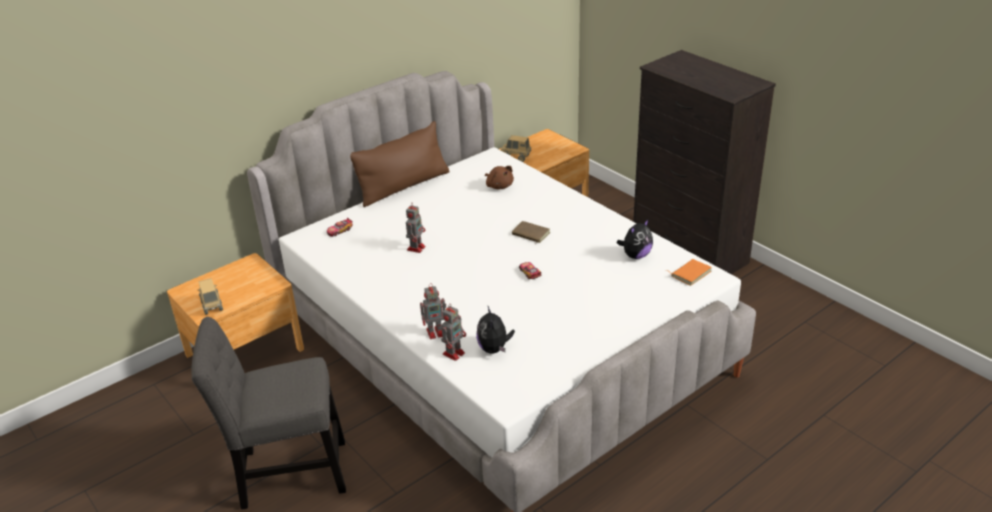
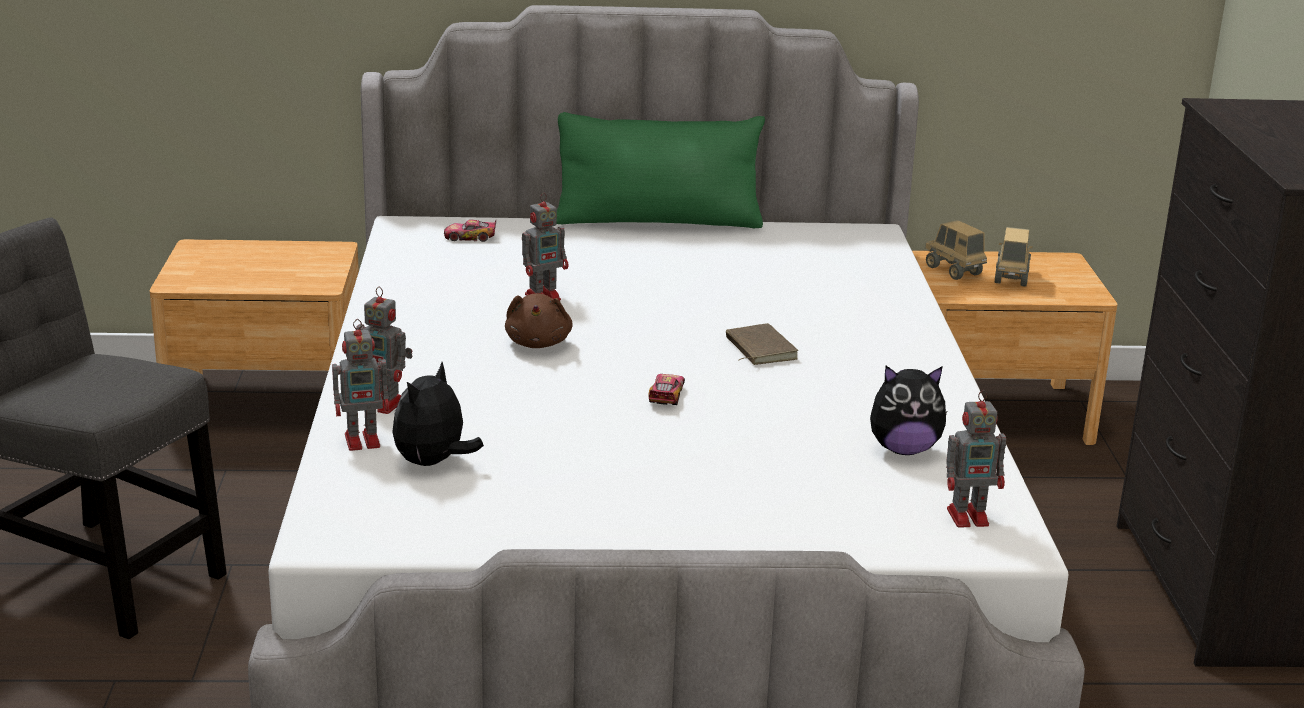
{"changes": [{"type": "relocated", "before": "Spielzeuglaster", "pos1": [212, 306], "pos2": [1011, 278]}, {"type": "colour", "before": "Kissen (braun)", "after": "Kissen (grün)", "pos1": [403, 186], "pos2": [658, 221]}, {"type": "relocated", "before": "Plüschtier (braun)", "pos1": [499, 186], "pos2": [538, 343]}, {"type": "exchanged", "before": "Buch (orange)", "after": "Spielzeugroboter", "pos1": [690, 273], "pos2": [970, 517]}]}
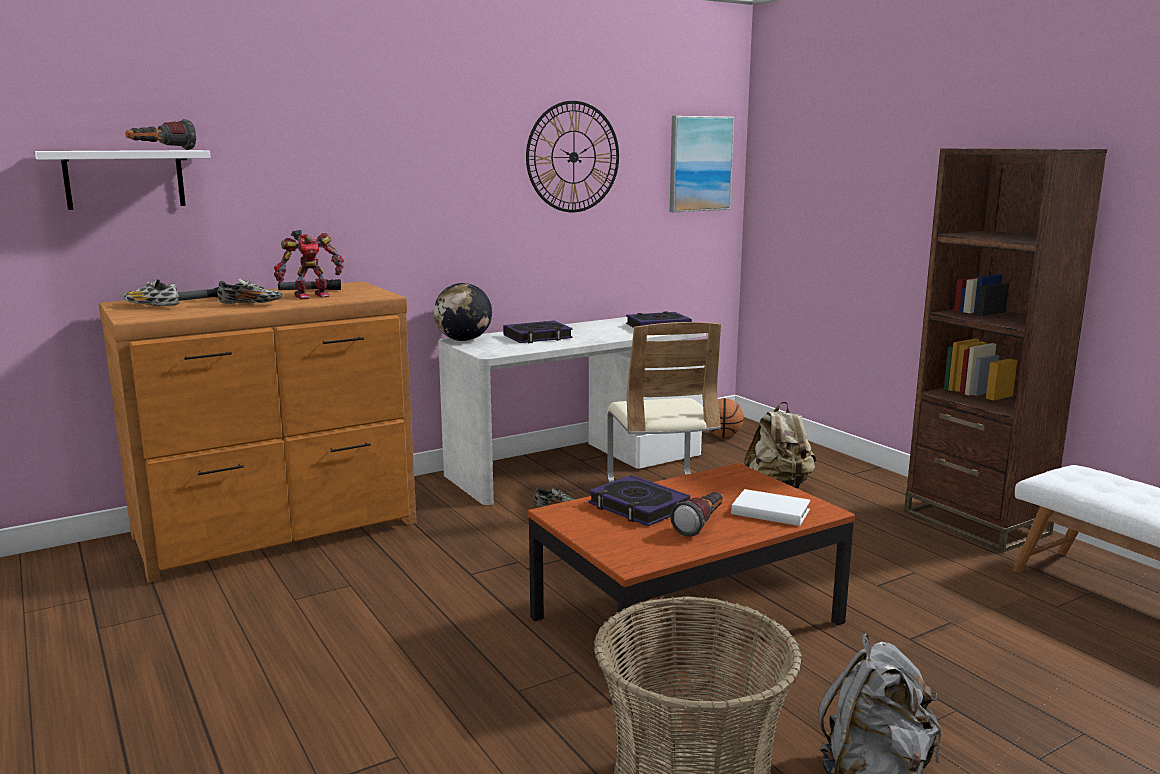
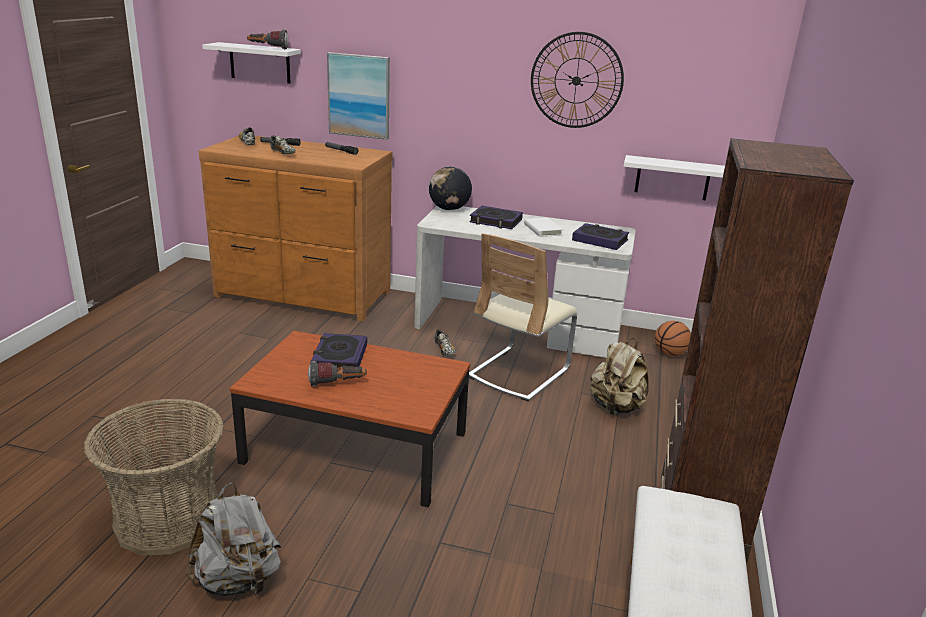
{"changes": [{"type": "missing", "before": "Spielzeugroboter", "pos1": [310, 296]}, {"type": "relocated", "before": "Bild", "pos1": [700, 164], "pos2": [359, 96]}, {"type": "relocated", "before": "Buch (weiß)", "pos1": [770, 512], "pos2": [542, 229]}, {"type": "appeared", "after": "Wandregal (weiß)", "pos2": [672, 178]}]}
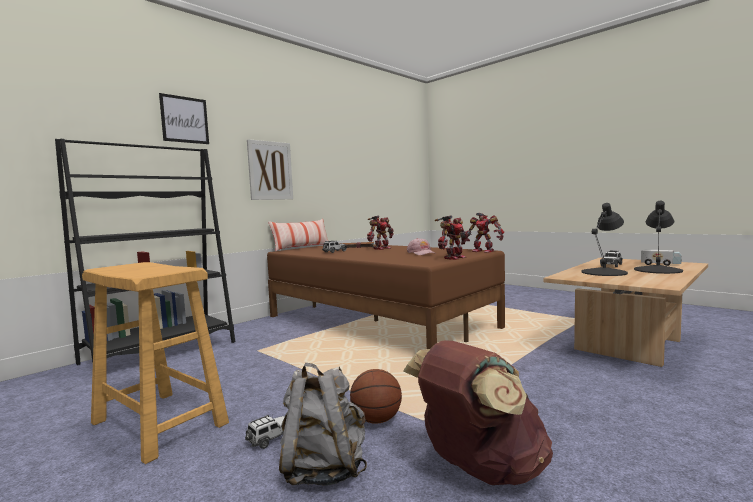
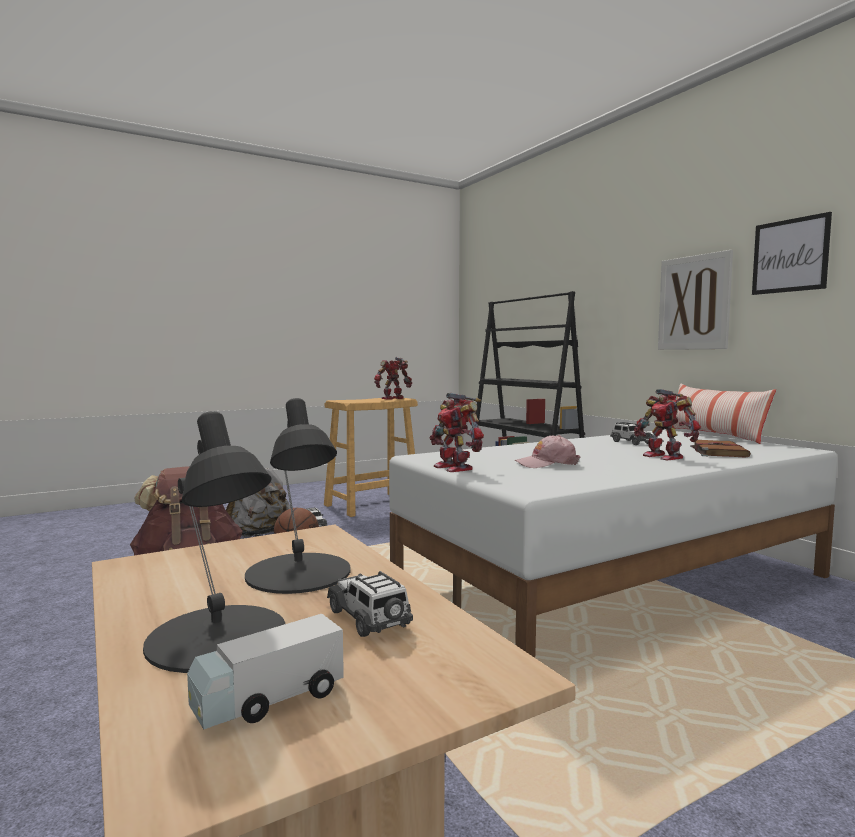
{"changes": [{"type": "relocated", "before": "Bild", "pos1": [184, 119], "pos2": [790, 255]}, {"type": "colour", "before": "Bett (braun)", "after": "Bett (weiß)", "pos1": [377, 321], "pos2": [617, 582]}, {"type": "relocated", "before": "Spielzeugroboter", "pos1": [483, 251], "pos2": [393, 398]}]}
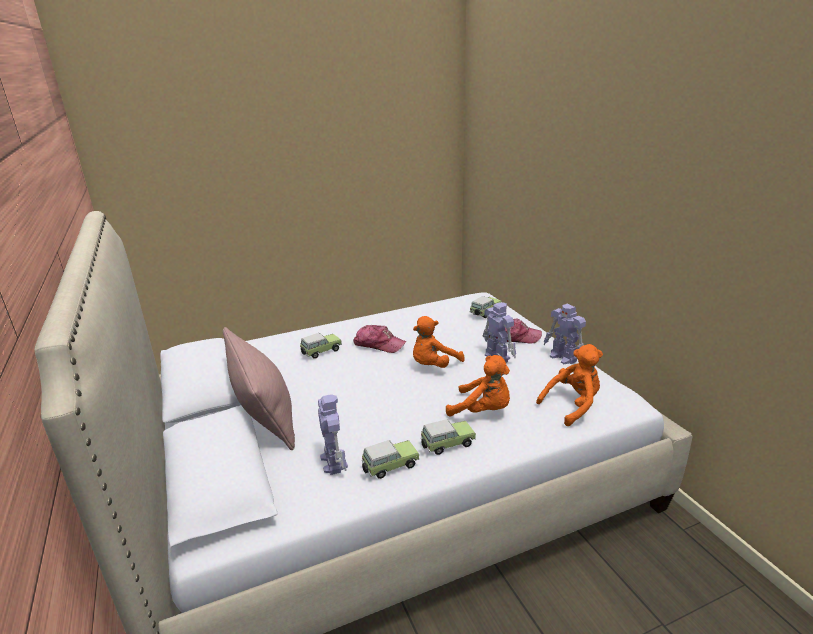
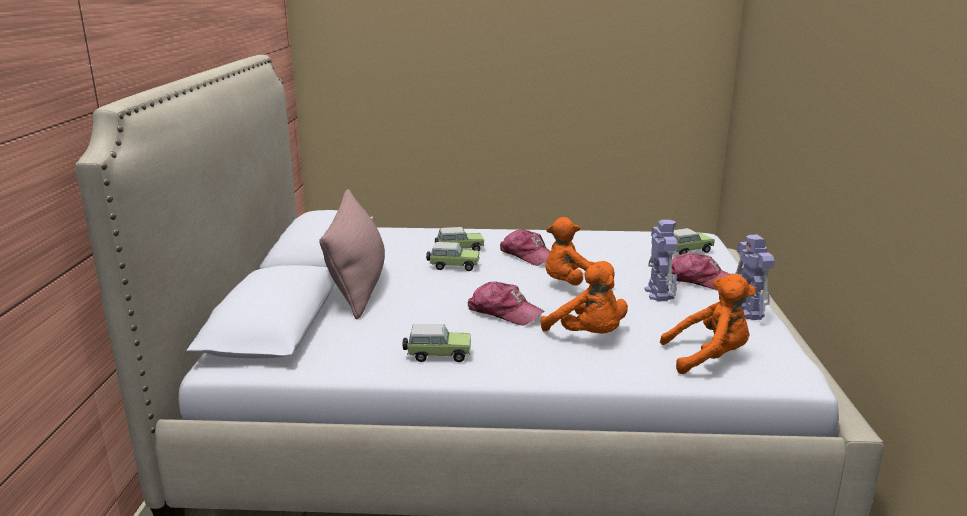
{"changes": [{"type": "missing", "before": "Spielzeugroboter", "pos1": [333, 461]}, {"type": "relocated", "before": "Spielzeugauto", "pos1": [446, 444], "pos2": [453, 266]}, {"type": "appeared", "after": "Kappe", "pos2": [504, 312]}]}
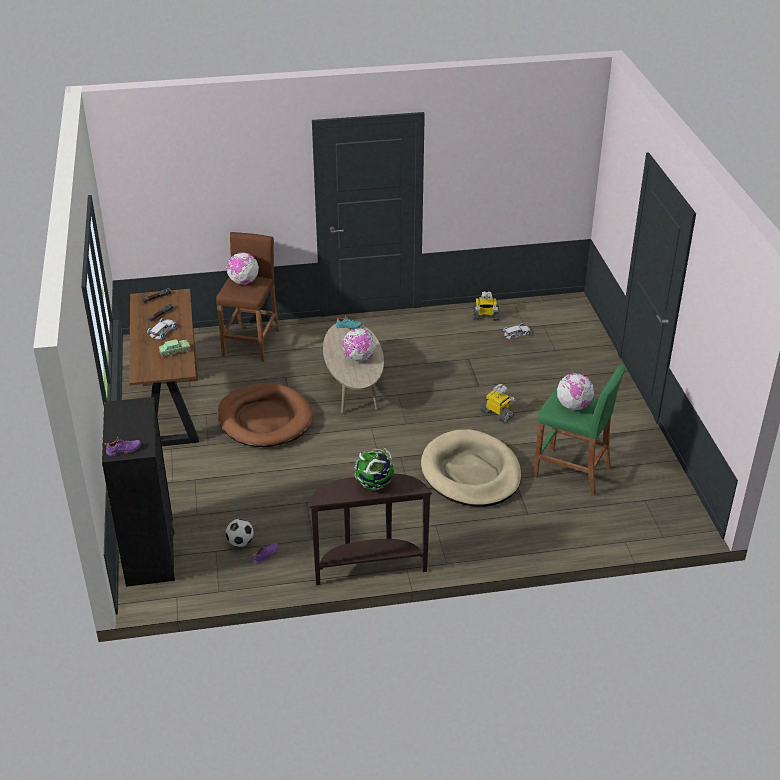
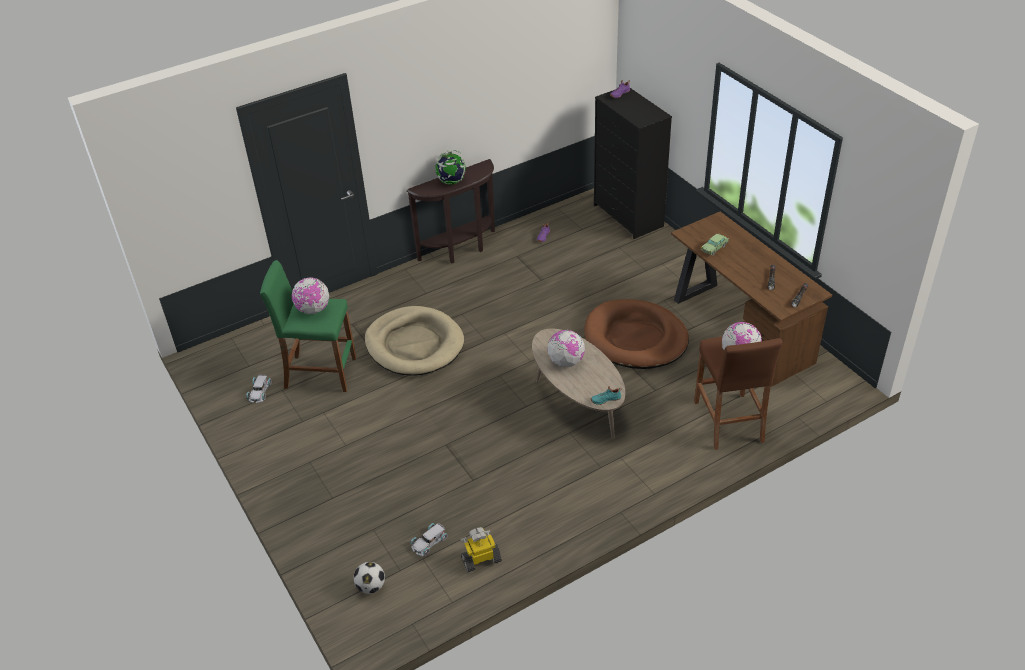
{"changes": [{"type": "relocated", "before": "Spielzeugauto (weiß)", "pos1": [163, 331], "pos2": [259, 391]}, {"type": "relocated", "before": "Fußball", "pos1": [240, 542], "pos2": [371, 586]}, {"type": "missing", "before": "Spielzeugroboter", "pos1": [497, 414]}]}
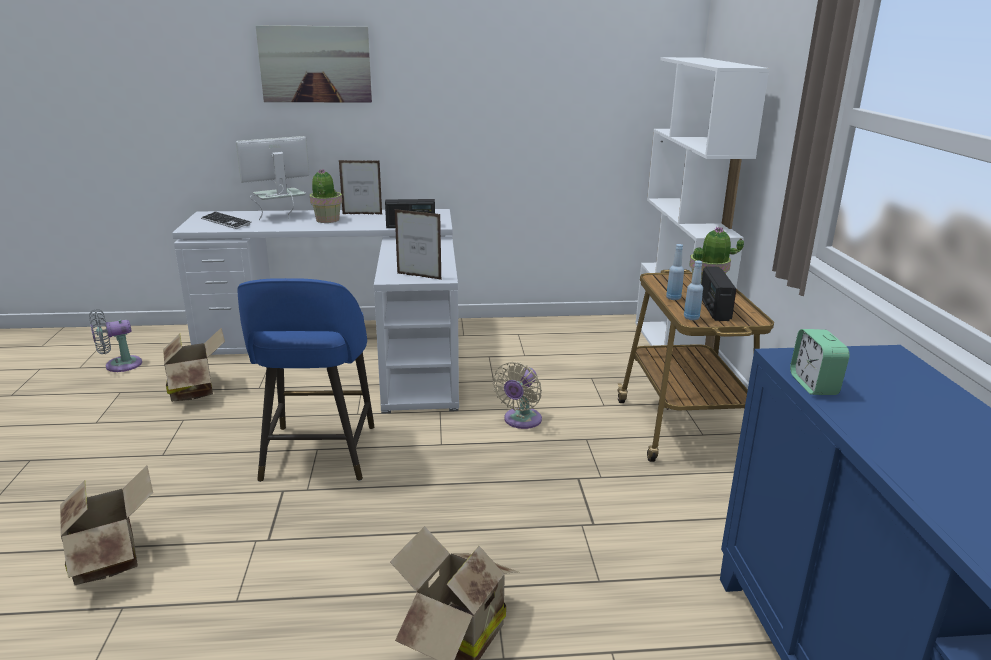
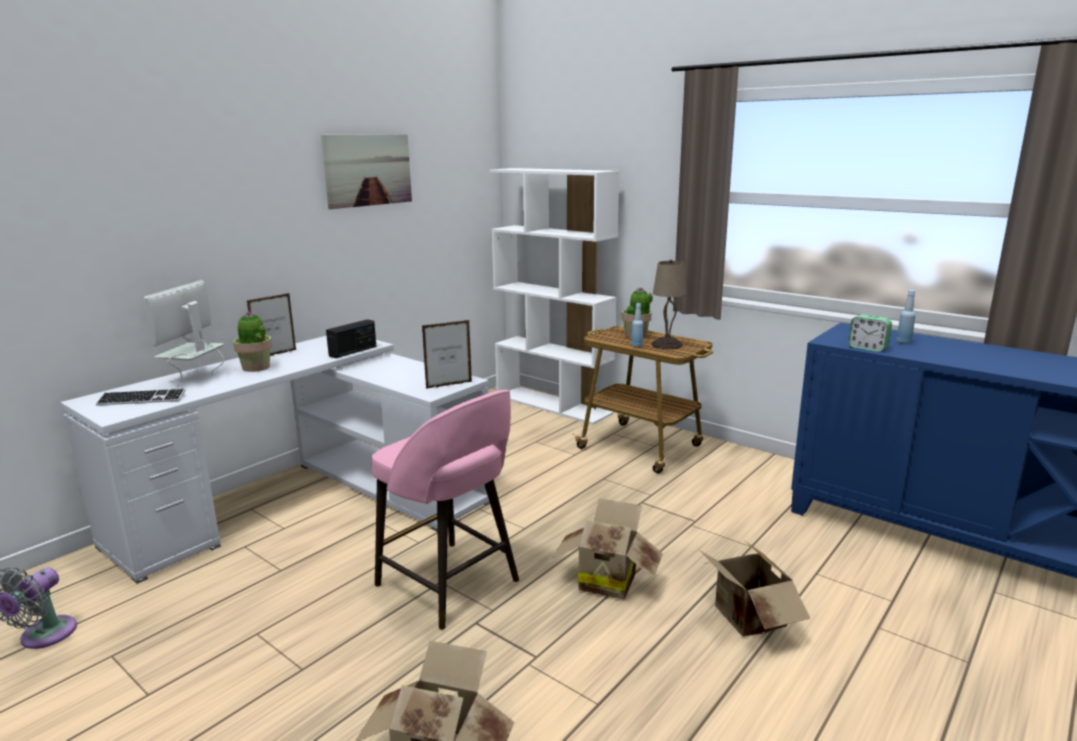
{"changes": [{"type": "relocated", "before": "Karton", "pos1": [196, 389], "pos2": [607, 580]}, {"type": "colour", "before": "Hocker (blau)", "after": "Hocker (rosa)", "pos1": [318, 455], "pos2": [450, 585]}, {"type": "relocated", "before": "Bild", "pos1": [315, 64], "pos2": [368, 170]}, {"type": "missing", "before": "Ventilator (beige)", "pos1": [520, 421]}, {"type": "relocated", "before": "Flasche (blau)", "pos1": [691, 318], "pos2": [903, 342]}, {"type": "exchanged", "before": "Radio", "after": "Tischlampe (beige)", "pos1": [714, 309], "pos2": [667, 344]}]}
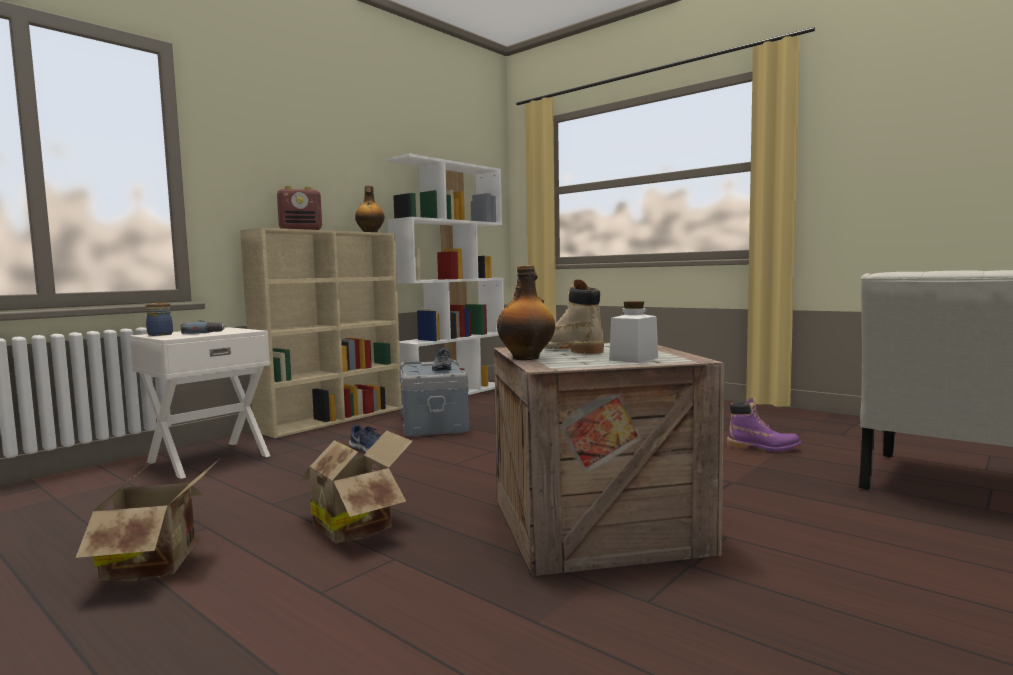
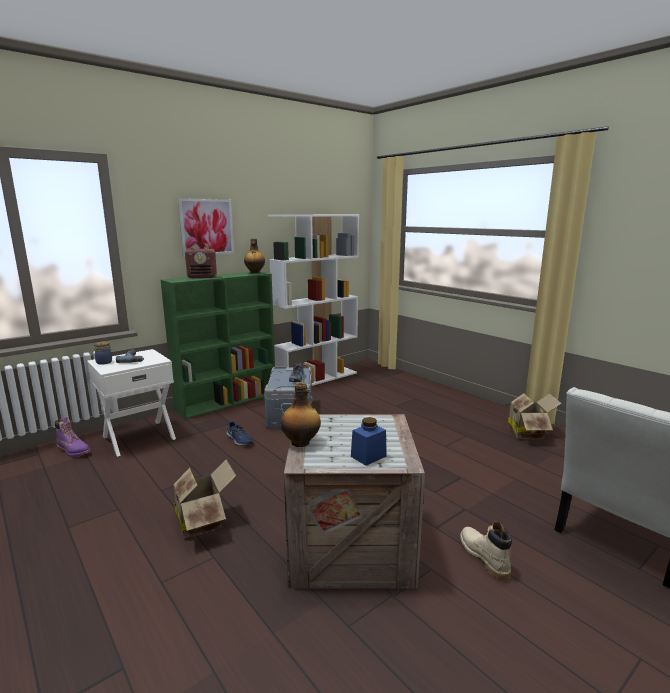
{"changes": [{"type": "relocated", "before": "Karton", "pos1": [159, 563], "pos2": [528, 433]}, {"type": "colour", "before": "Bücherregal (beige)", "after": "Bücherregal (grün)", "pos1": [334, 419], "pos2": [228, 401]}, {"type": "relocated", "before": "Stiefel (beige)", "pos1": [569, 349], "pos2": [483, 557]}, {"type": "colour", "before": "Vorratsglas (weiß)", "after": "Vorratsglas (blau)", "pos1": [633, 359], "pos2": [368, 456]}, {"type": "relocated", "before": "Stiefel (lila)", "pos1": [763, 448], "pos2": [73, 451]}, {"type": "appeared", "after": "Bild", "pos2": [206, 227]}]}
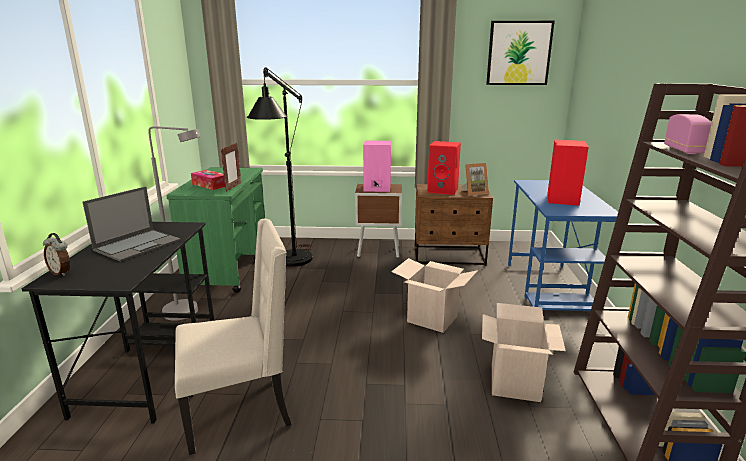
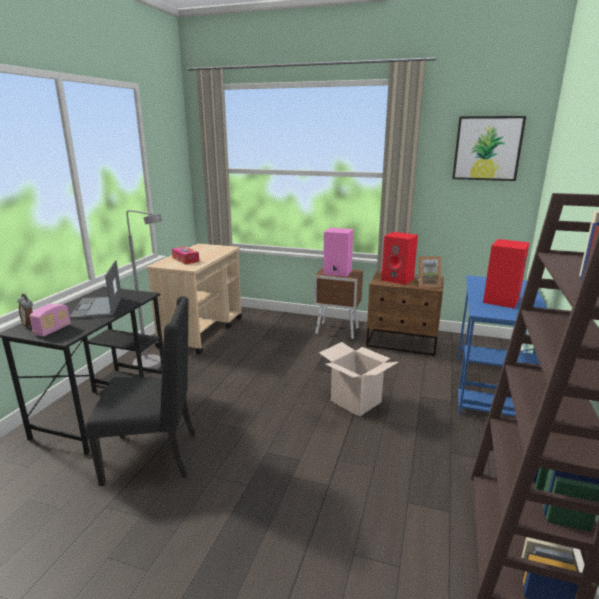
{"changes": [{"type": "spun", "before": "Laptop", "pos1": [138, 245], "pos2": [97, 308], "turn": 120}, {"type": "colour", "before": "Rollwagen (grün)", "after": "Rollwagen (beige)", "pos1": [229, 268], "pos2": [202, 331]}, {"type": "colour", "before": "Stuhl (beige)", "after": "Stuhl (schwarz)", "pos1": [240, 410], "pos2": [154, 457]}, {"type": "missing", "before": "Bilderrahmen", "pos1": [233, 187]}, {"type": "missing", "before": "Stehlampe (schwarz)", "pos1": [290, 263]}, {"type": "missing", "before": "Karton", "pos1": [515, 383]}, {"type": "relocated", "before": "Radio", "pos1": [683, 150], "pos2": [53, 330]}]}
